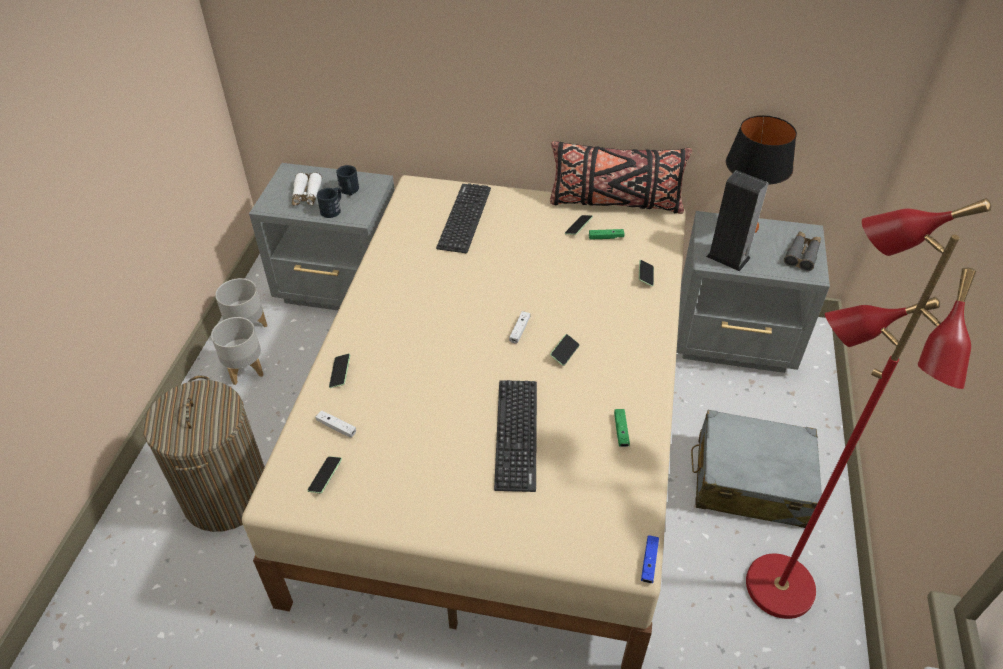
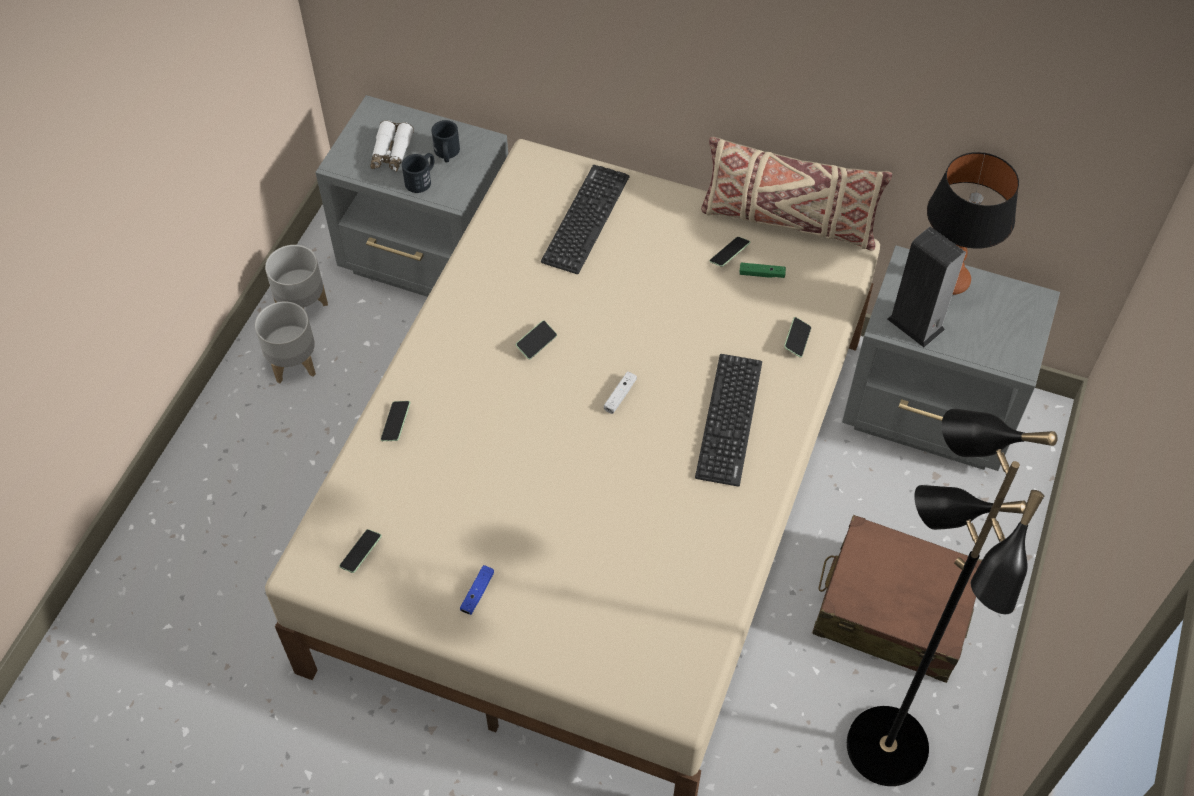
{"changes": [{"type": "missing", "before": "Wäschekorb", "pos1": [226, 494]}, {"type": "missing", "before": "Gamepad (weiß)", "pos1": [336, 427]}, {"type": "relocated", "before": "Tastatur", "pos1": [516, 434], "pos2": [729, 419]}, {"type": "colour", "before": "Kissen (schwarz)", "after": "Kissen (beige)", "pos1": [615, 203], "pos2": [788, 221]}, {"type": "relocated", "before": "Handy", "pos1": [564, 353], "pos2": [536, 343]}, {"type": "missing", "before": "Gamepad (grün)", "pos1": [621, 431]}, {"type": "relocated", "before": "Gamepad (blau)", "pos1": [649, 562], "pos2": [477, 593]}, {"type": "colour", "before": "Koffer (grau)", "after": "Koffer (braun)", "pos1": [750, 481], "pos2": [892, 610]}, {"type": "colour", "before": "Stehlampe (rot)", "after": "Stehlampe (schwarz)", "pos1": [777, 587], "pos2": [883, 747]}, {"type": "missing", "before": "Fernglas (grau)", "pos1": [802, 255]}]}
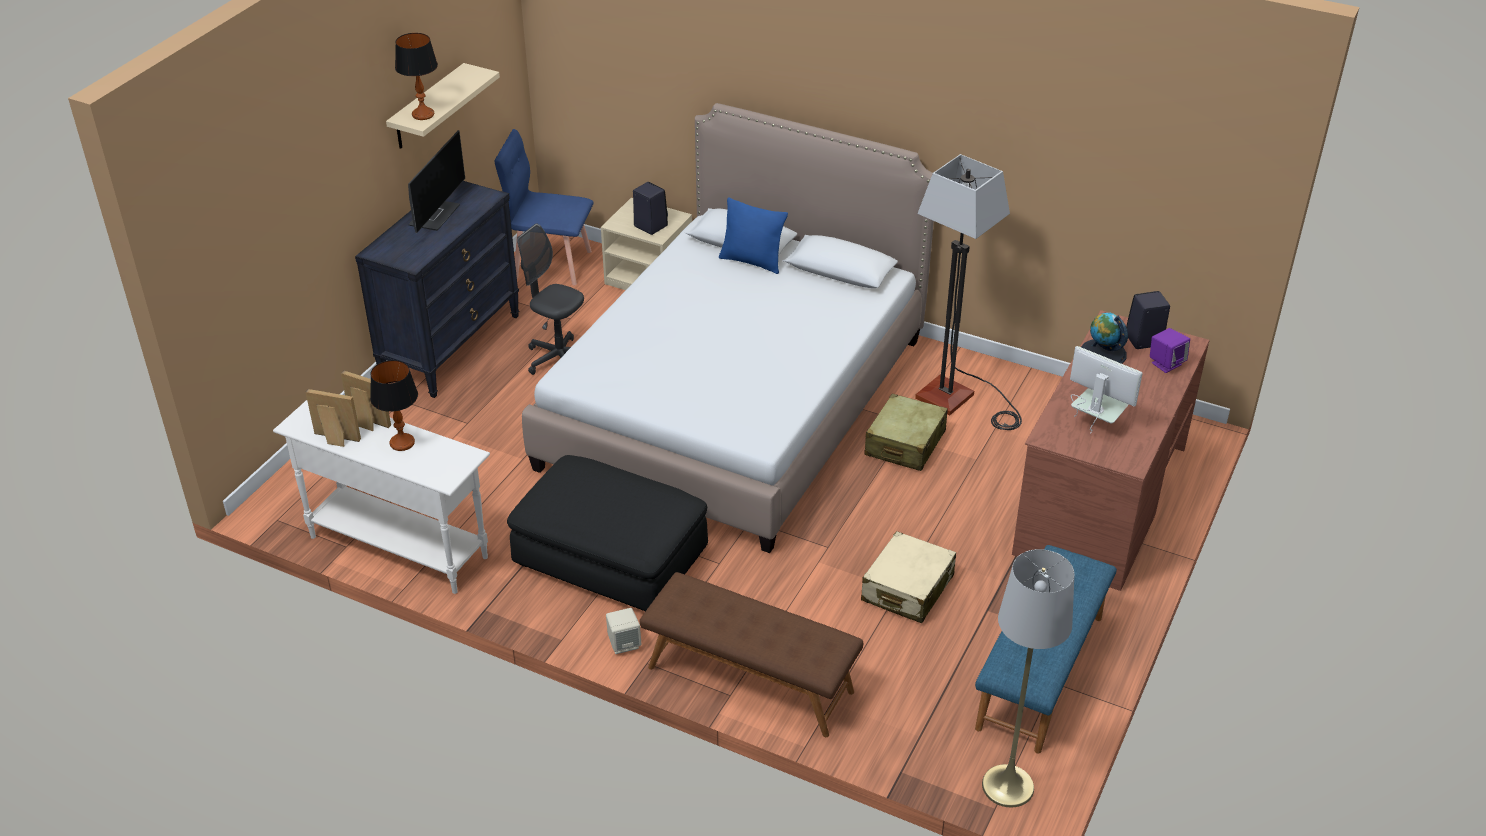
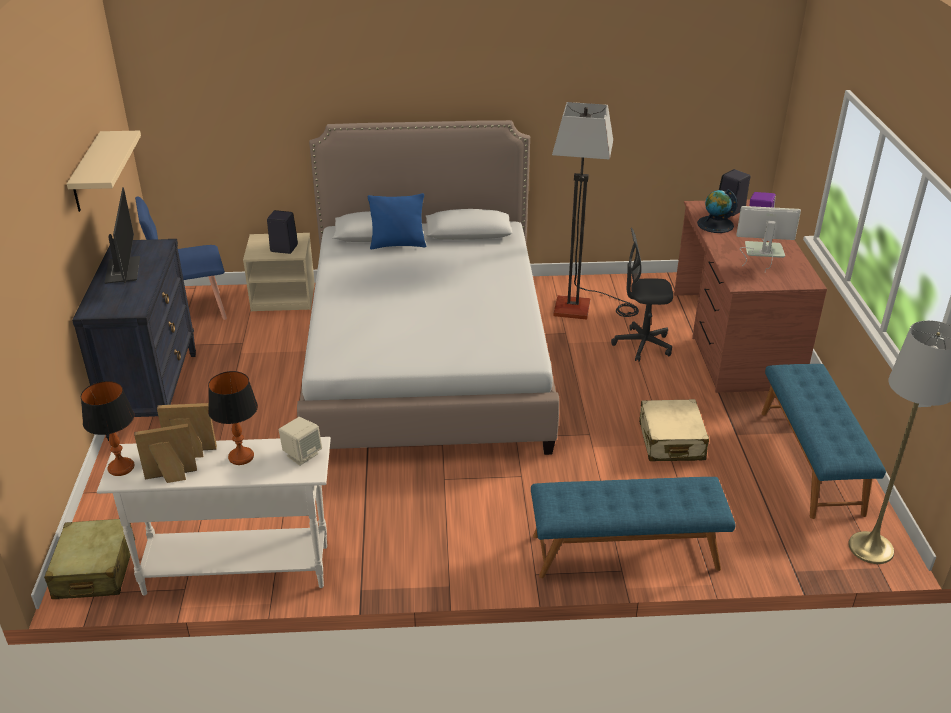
{"changes": [{"type": "relocated", "before": "Tischlampe", "pos1": [422, 114], "pos2": [120, 467]}, {"type": "missing", "before": "Polsterhocker (schwarz)", "pos1": [611, 557]}, {"type": "relocated", "before": "Bürostuhl (grau)", "pos1": [559, 359], "pos2": [642, 345]}, {"type": "relocated", "before": "Lautsprecher (beige)", "pos1": [624, 643], "pos2": [302, 454]}, {"type": "colour", "before": "Bank (braun)", "after": "Bank (blau)", "pos1": [749, 680], "pos2": [625, 552]}, {"type": "relocated", "before": "Koffer (beige)", "pos1": [905, 444], "pos2": [95, 570]}]}
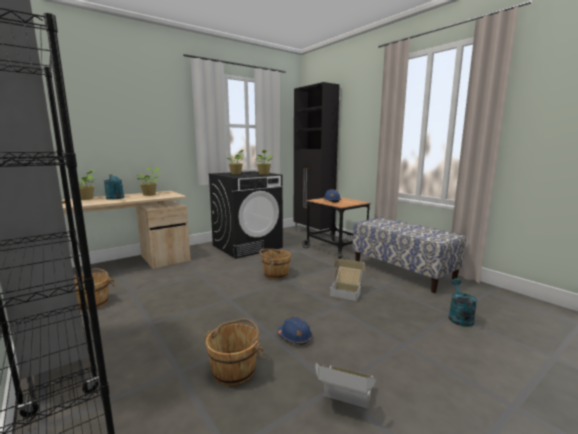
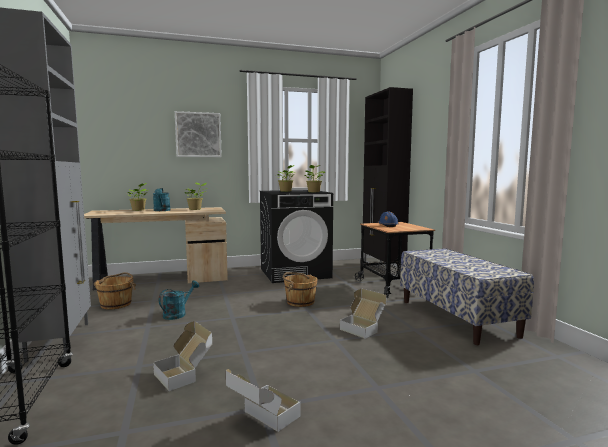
{"changes": [{"type": "exchanged", "before": "Eimer (braun)", "after": "Karton", "pos1": [234, 370], "pos2": [185, 374]}, {"type": "missing", "before": "Schutzhelm (blau)", "pos1": [295, 337]}, {"type": "relocated", "before": "Gießkanne (türkis)", "pos1": [459, 317], "pos2": [178, 314]}, {"type": "appeared", "after": "Bild", "pos2": [198, 135]}]}
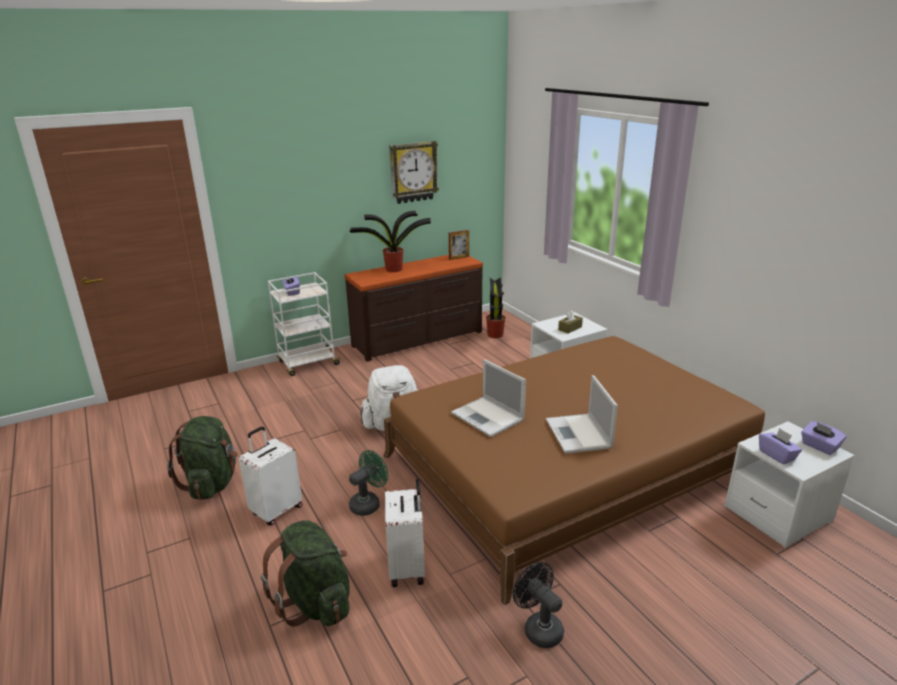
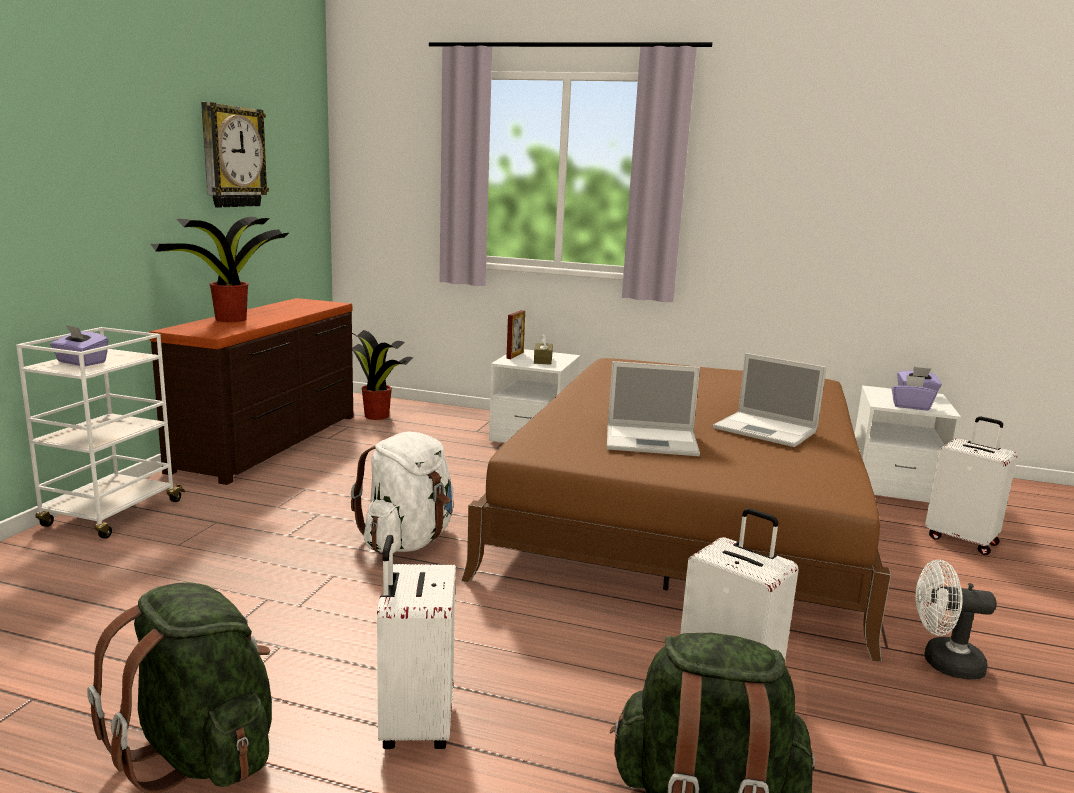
{"changes": [{"type": "missing", "before": "Ventilator (grün)", "pos1": [368, 503]}, {"type": "relocated", "before": "Bilderrahmen", "pos1": [459, 257], "pos2": [515, 355]}, {"type": "colour", "before": "Ventilator (schwarz)", "after": "Ventilator (weiß)", "pos1": [538, 628], "pos2": [943, 663]}, {"type": "appeared", "after": "Koffer (weiß)", "pos2": [962, 540]}]}
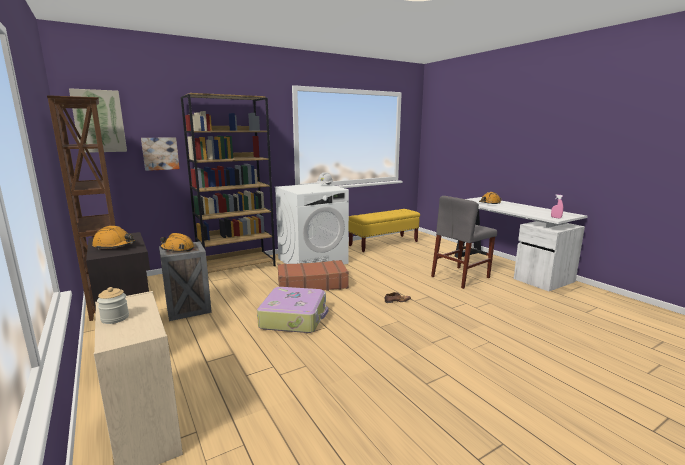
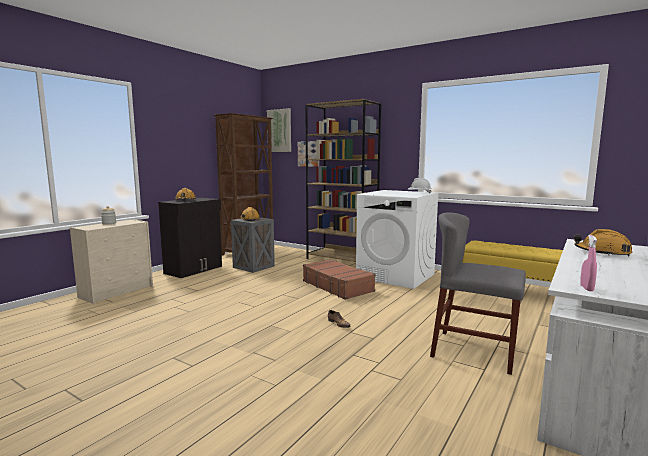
{"changes": [{"type": "missing", "before": "Koffer", "pos1": [294, 318]}]}
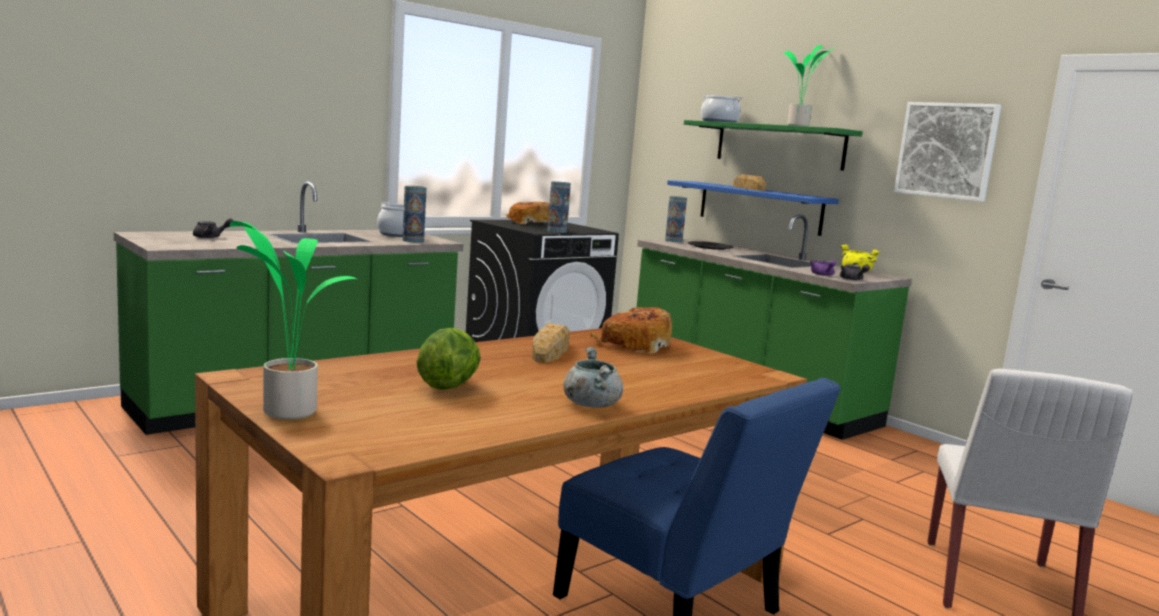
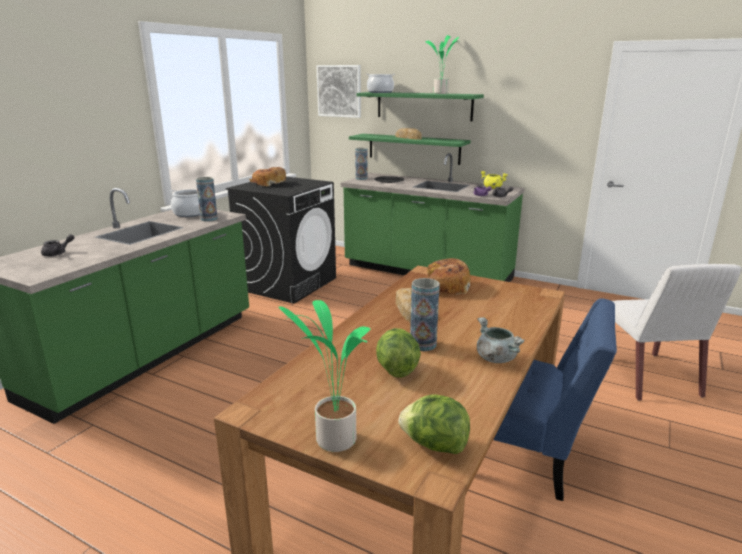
{"changes": [{"type": "relocated", "before": "Vase", "pos1": [557, 231], "pos2": [423, 344]}, {"type": "colour", "before": "Wandregal (blau)", "after": "Wandregal (grün)", "pos1": [759, 207], "pos2": [413, 148]}, {"type": "relocated", "before": "Bild", "pos1": [946, 150], "pos2": [339, 91]}, {"type": "appeared", "after": "Salatkopf", "pos2": [434, 445]}]}
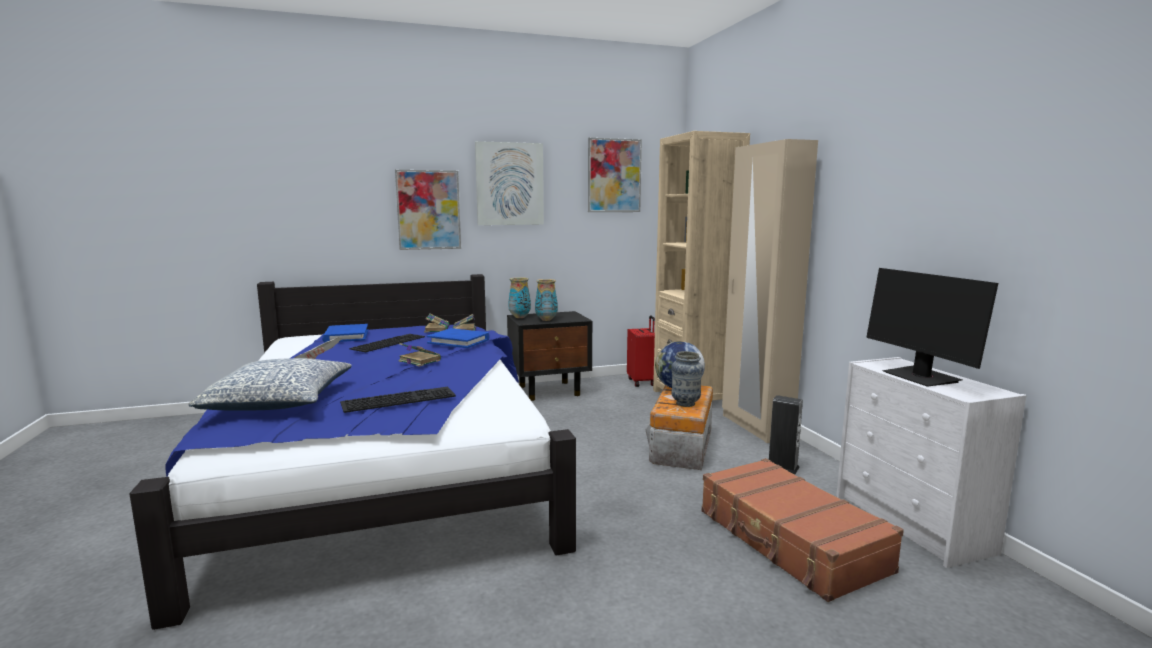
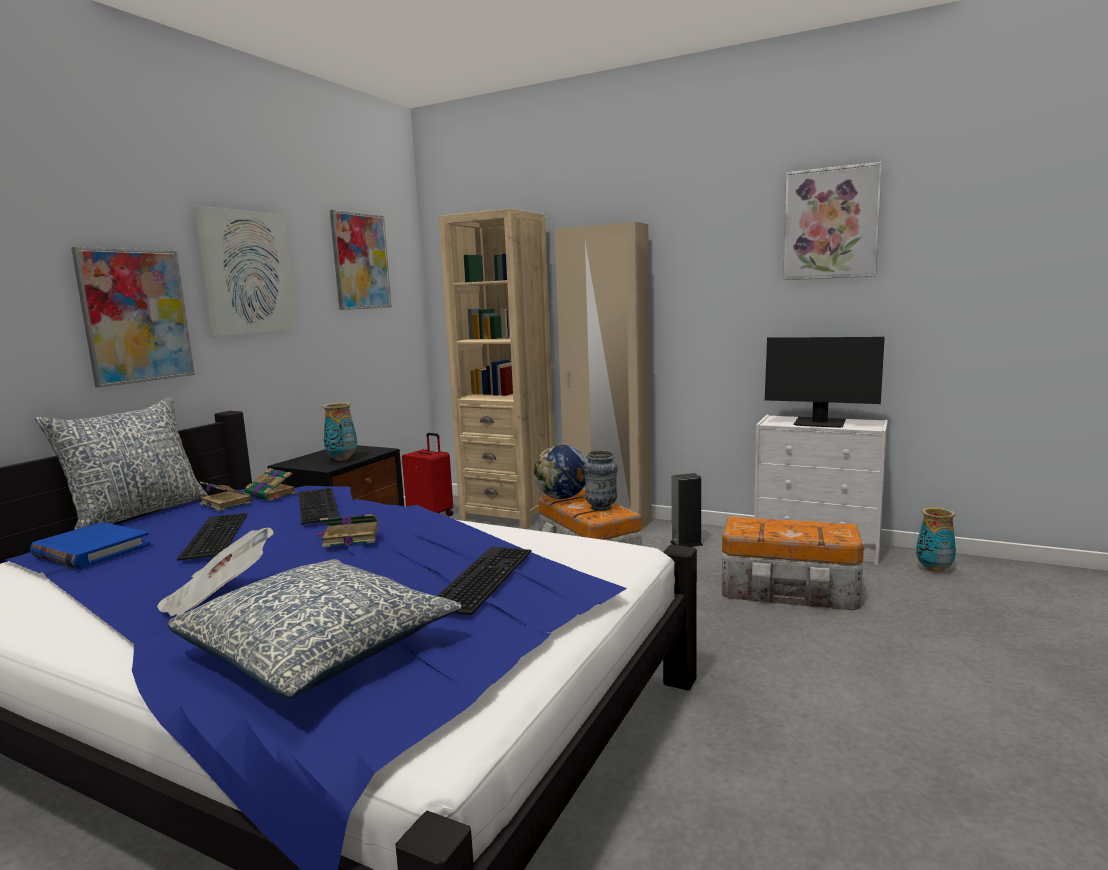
{"changes": [{"type": "exchanged", "before": "Buch (blau)", "after": "Tastatur", "pos1": [459, 341], "pos2": [320, 505]}, {"type": "relocated", "before": "Vase", "pos1": [520, 317], "pos2": [933, 569]}, {"type": "exchanged", "before": "Koffer (braun)", "after": "Aufbewahrungsbox", "pos1": [790, 541], "pos2": [790, 591]}, {"type": "appeared", "after": "Kissen", "pos2": [137, 513]}, {"type": "appeared", "after": "Bild", "pos2": [831, 224]}]}
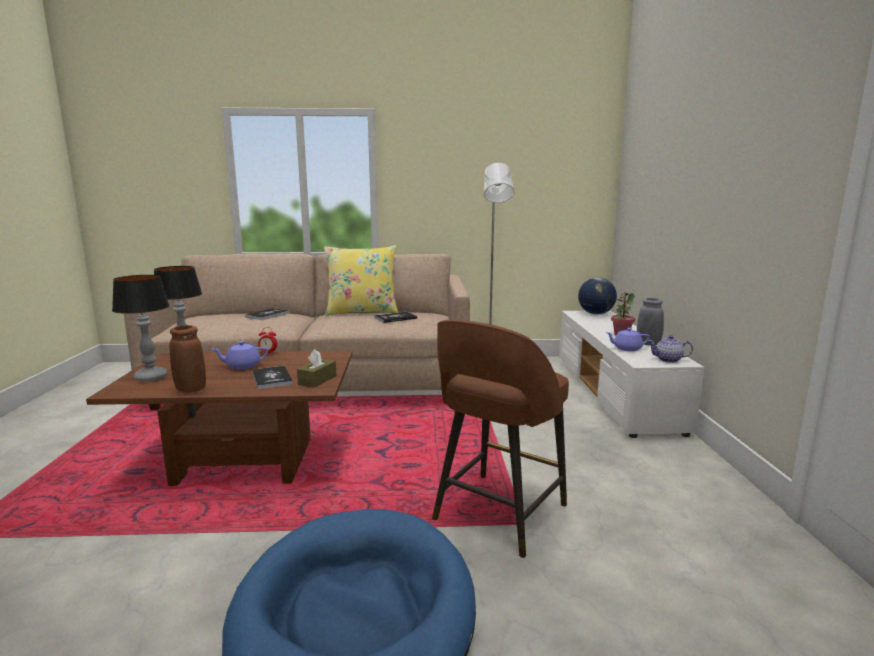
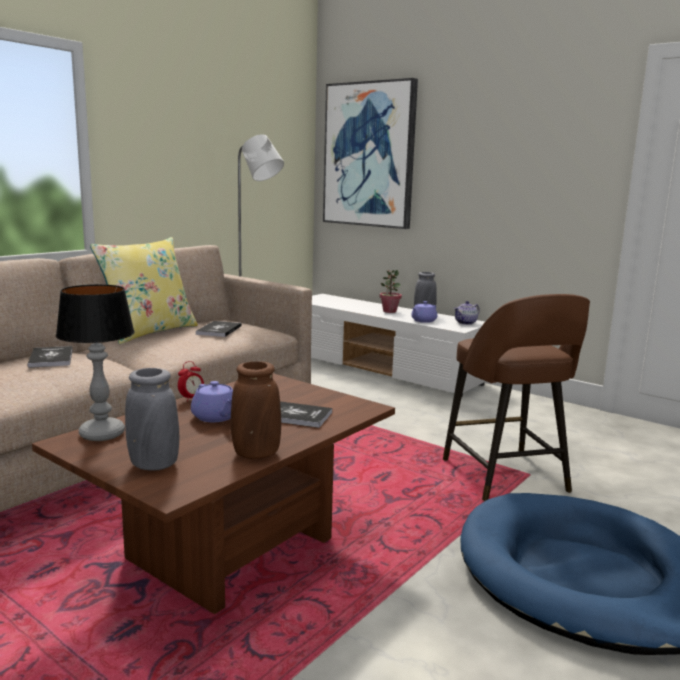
{"changes": [{"type": "exchanged", "before": "Tischlampe", "after": "Vase (grau)", "pos1": [150, 378], "pos2": [153, 465]}, {"type": "spun", "before": "Teekanne (lila)", "pos1": [242, 366], "pos2": [215, 417], "turn": -60}, {"type": "missing", "before": "Taschentuchbox (braun)", "pos1": [317, 380]}, {"type": "missing", "before": "Globus", "pos1": [595, 314]}, {"type": "appeared", "after": "Bild", "pos2": [369, 155]}]}
